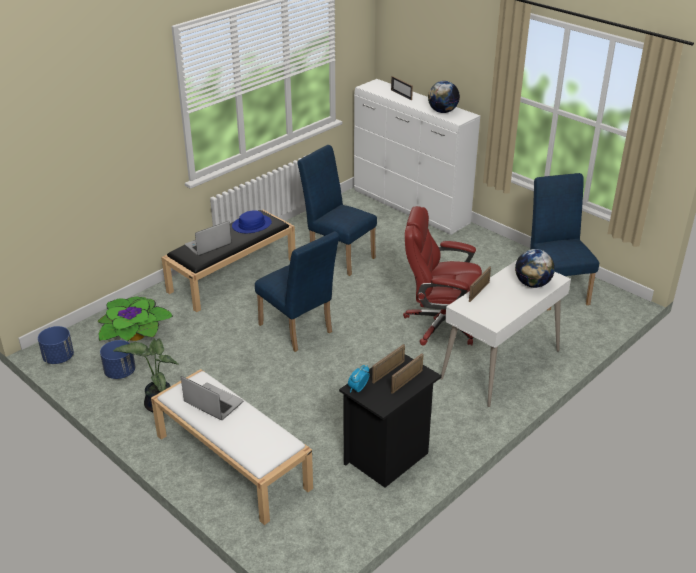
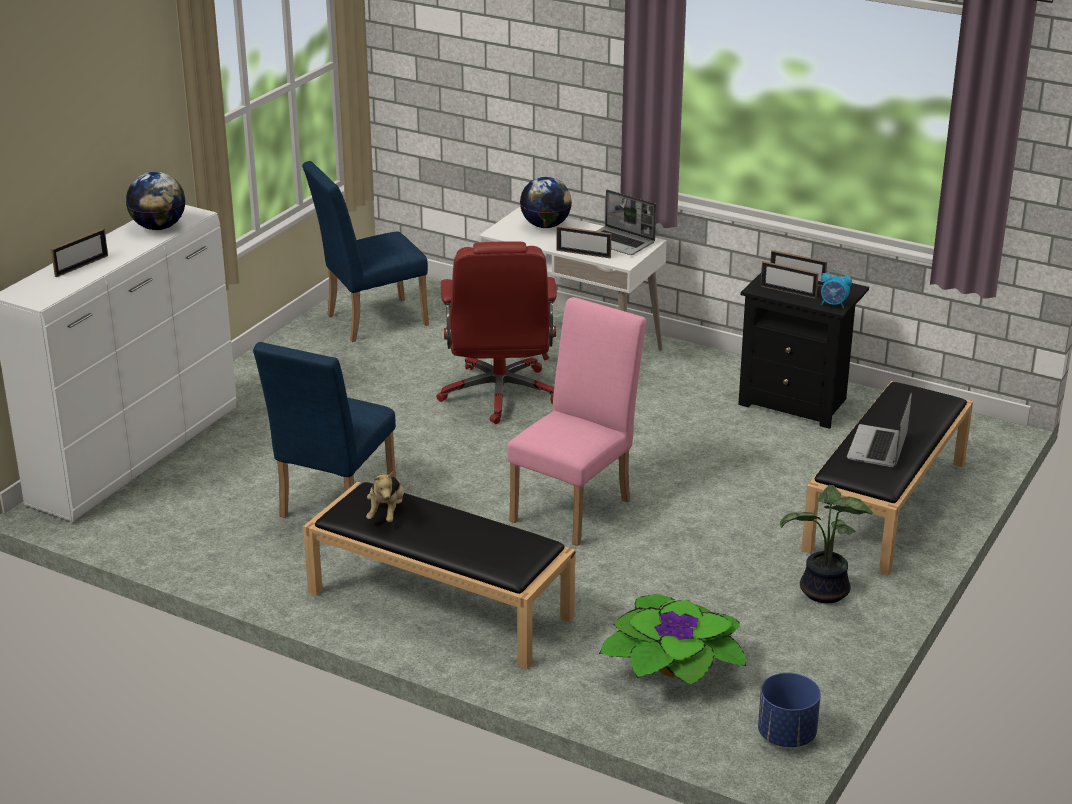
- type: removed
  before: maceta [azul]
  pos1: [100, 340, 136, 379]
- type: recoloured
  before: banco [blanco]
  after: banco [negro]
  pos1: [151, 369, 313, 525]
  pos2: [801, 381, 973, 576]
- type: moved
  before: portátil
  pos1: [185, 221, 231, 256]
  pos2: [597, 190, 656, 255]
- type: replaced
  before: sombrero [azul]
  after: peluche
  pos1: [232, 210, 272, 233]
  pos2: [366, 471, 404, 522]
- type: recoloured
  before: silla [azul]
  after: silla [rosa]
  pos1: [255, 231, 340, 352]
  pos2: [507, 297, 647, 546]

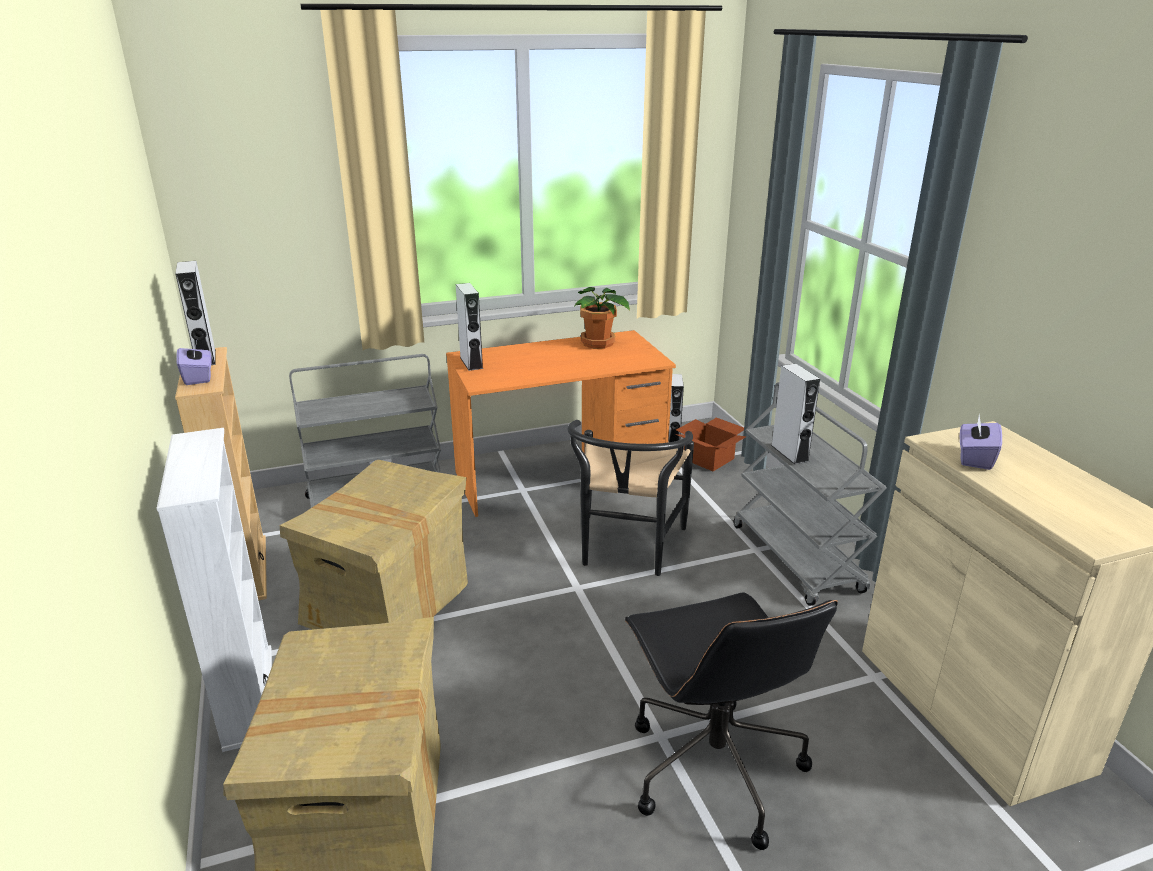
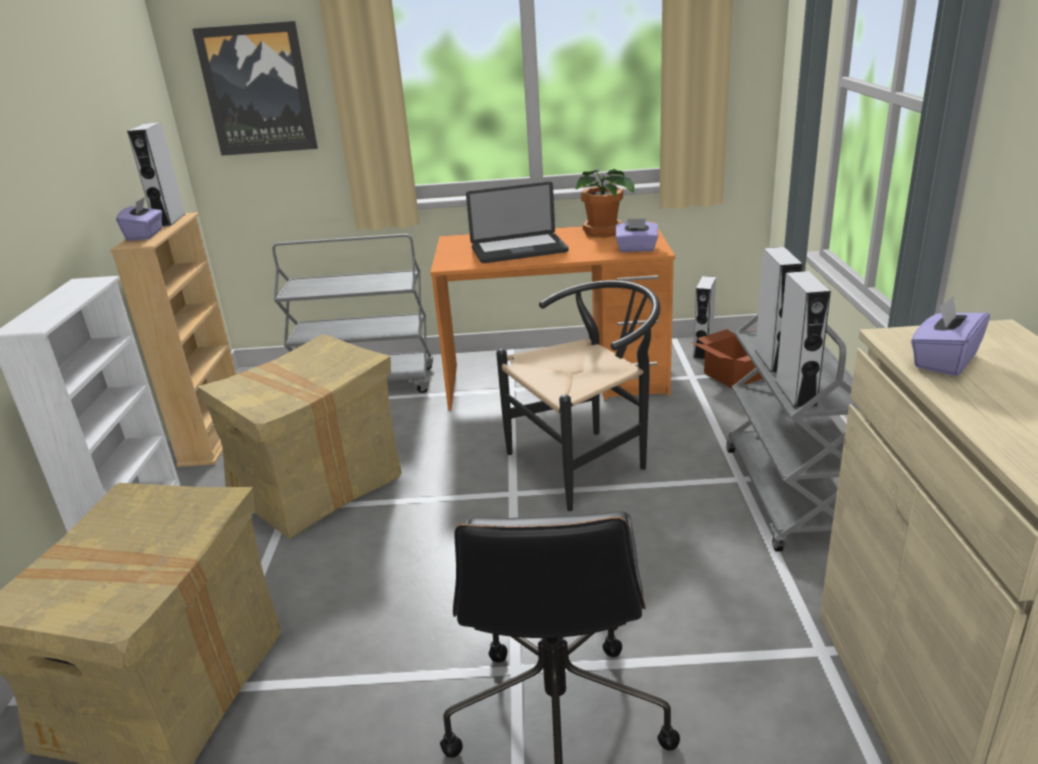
- type: moved
  before: altavoz [gris]
  pos1: [456, 283, 483, 371]
  pos2: [776, 271, 831, 409]
- type: turned
  before: silla [negro]
  pos1: [567, 420, 694, 576]
  pos2: [496, 280, 661, 511]
  turn: -150
- type: added
  after: cuadro
  pos2: [192, 21, 318, 156]
- type: added
  after: portátil
  pos2: [466, 182, 569, 263]
- type: added
  after: caja de pañuelos [morado]
  pos2: [616, 218, 658, 252]

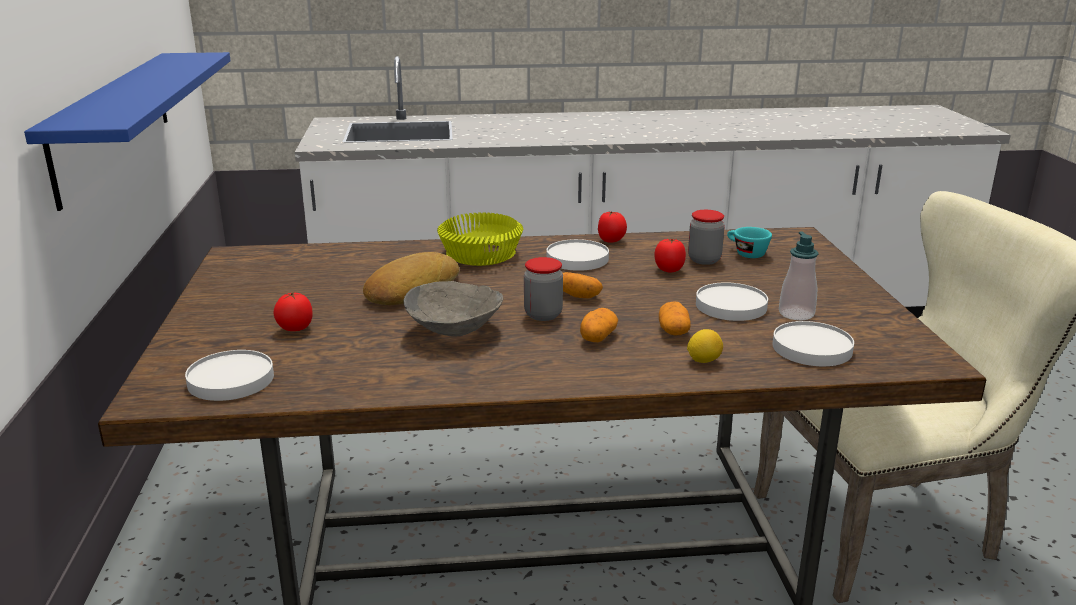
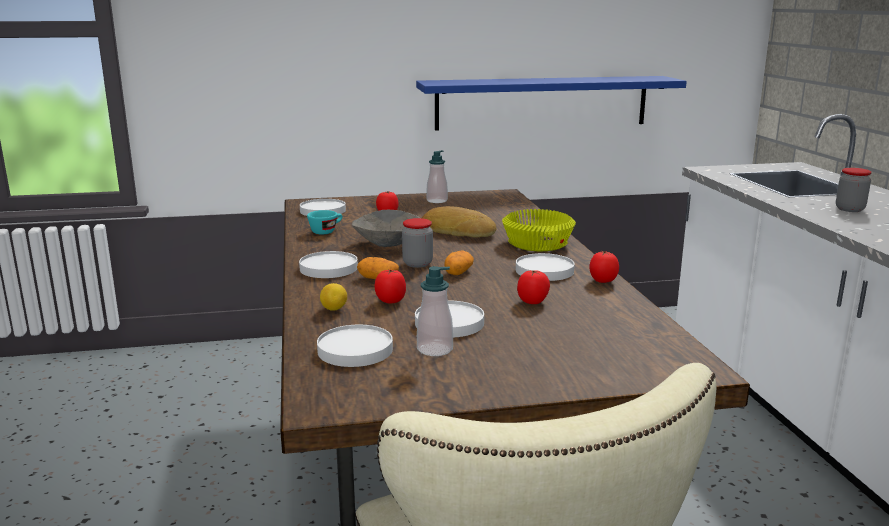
- type: replaced
  before: patata
  after: tomate
  pos1: [659, 302, 691, 335]
  pos2: [374, 269, 406, 304]
- type: moved
  before: tarro
  pos1: [688, 210, 725, 265]
  pos2: [836, 168, 872, 212]
- type: moved
  before: taza [turquesa]
  pos1: [727, 227, 772, 258]
  pos2: [307, 210, 343, 234]
- type: added
  after: plato [blanco]
  pos2: [299, 251, 358, 278]
- type: added
  after: dispensador de jabón
  pos2: [426, 150, 448, 203]

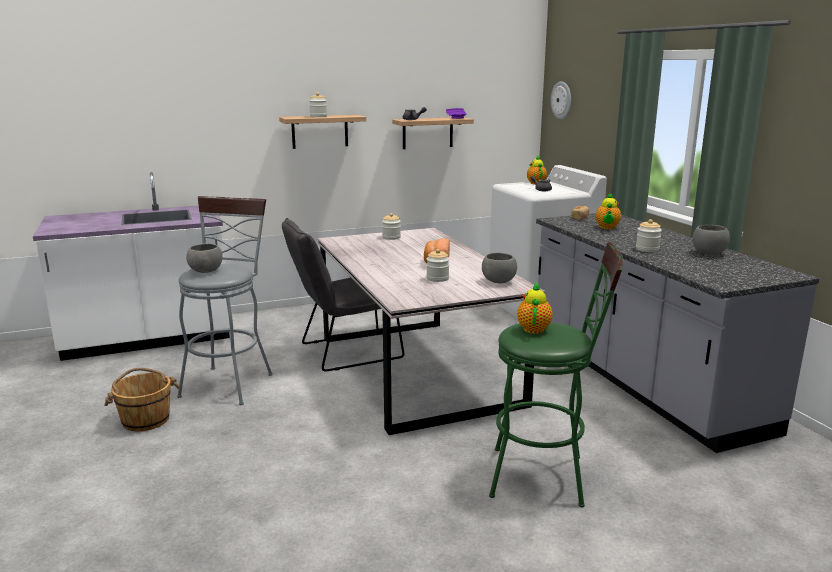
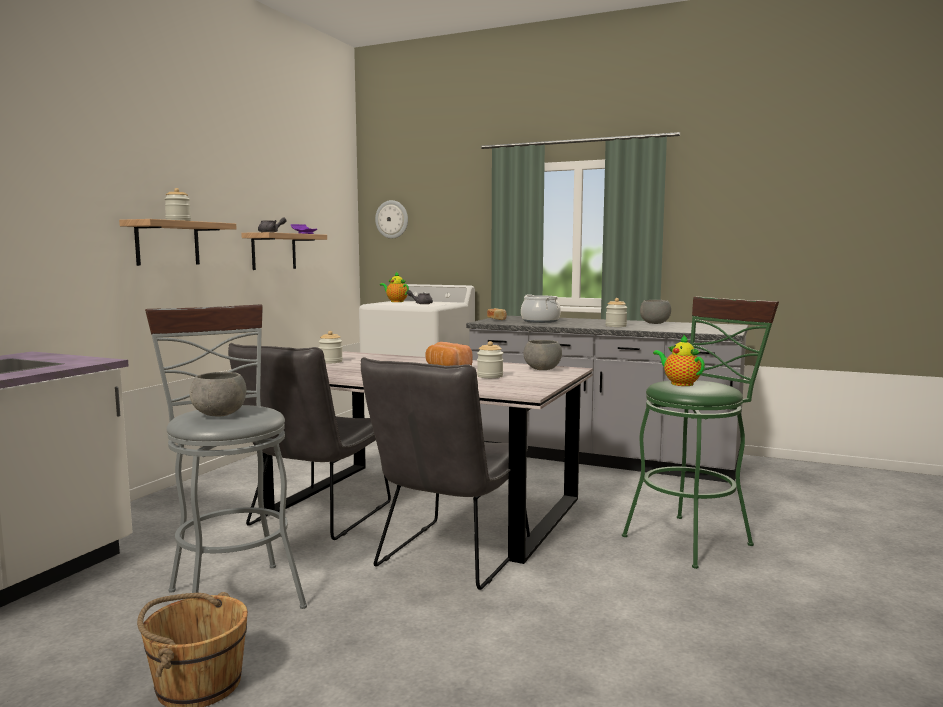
- type: replaced
  before: tetera
  after: olla
  pos1: [596, 193, 621, 229]
  pos2: [521, 294, 561, 323]
- type: added
  after: silla [gris]
  pos2: [361, 357, 530, 590]

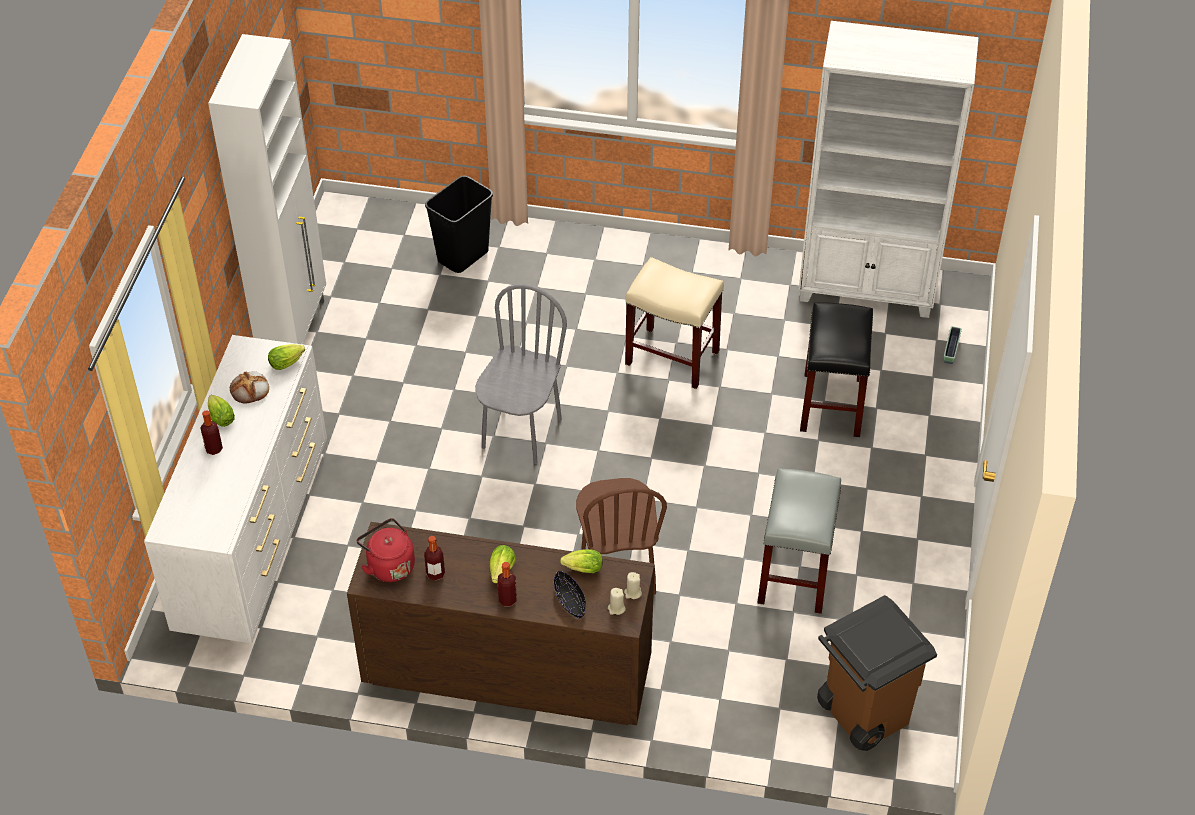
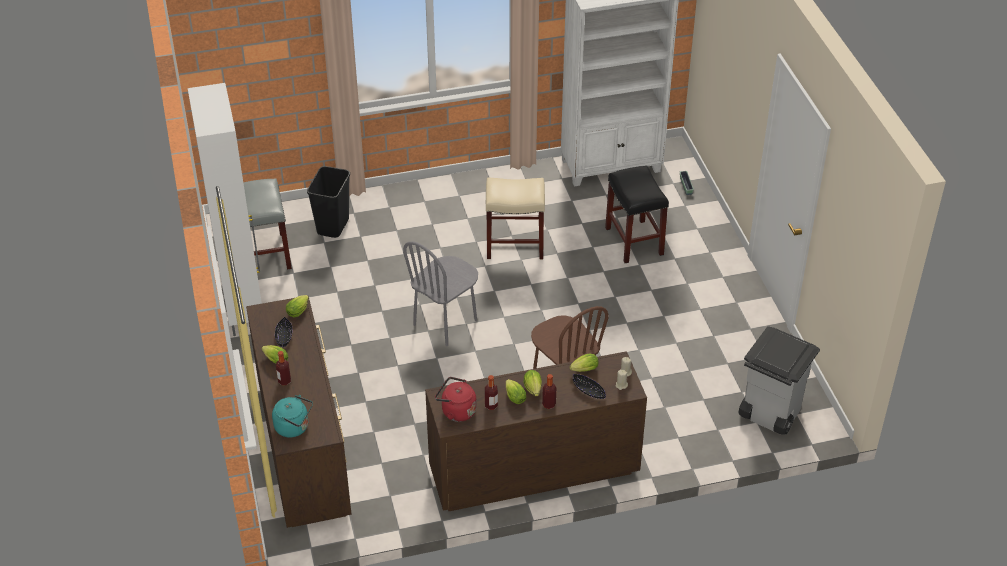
- type: recoloured
  before: cómoda [blanco]
  after: cómoda [marrón]
  pos1: [144, 335, 327, 643]
  pos2: [246, 296, 351, 528]
- type: replaced
  before: pan
  after: cuenco [negro]
  pos1: [230, 371, 269, 404]
  pos2: [275, 317, 292, 347]
- type: turned
  before: silla [gris]
  pos1: [475, 284, 567, 464]
  pos2: [403, 241, 478, 346]
  turn: -135
- type: moved
  before: taburete [gris]
  pos1: [757, 468, 841, 614]
  pos2: [243, 178, 292, 270]
- type: recoloured
  before: papelera [marrón]
  after: papelera [gris]
  pos1: [817, 595, 937, 751]
  pos2: [738, 326, 820, 435]
- type: added
  after: hervidor [turquesa]
  pos2: [272, 395, 313, 438]
- type: added
  after: lechuga
  pos2: [506, 379, 526, 404]

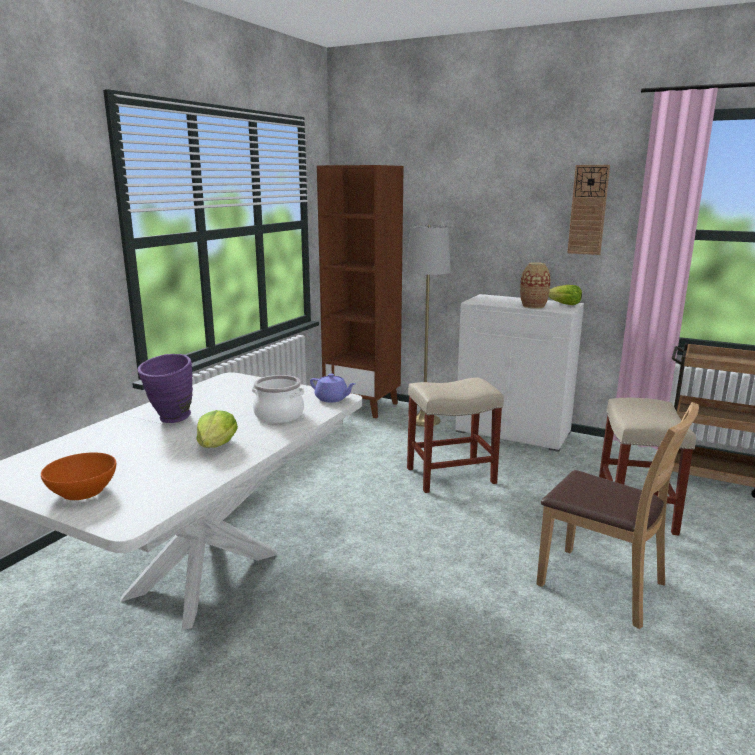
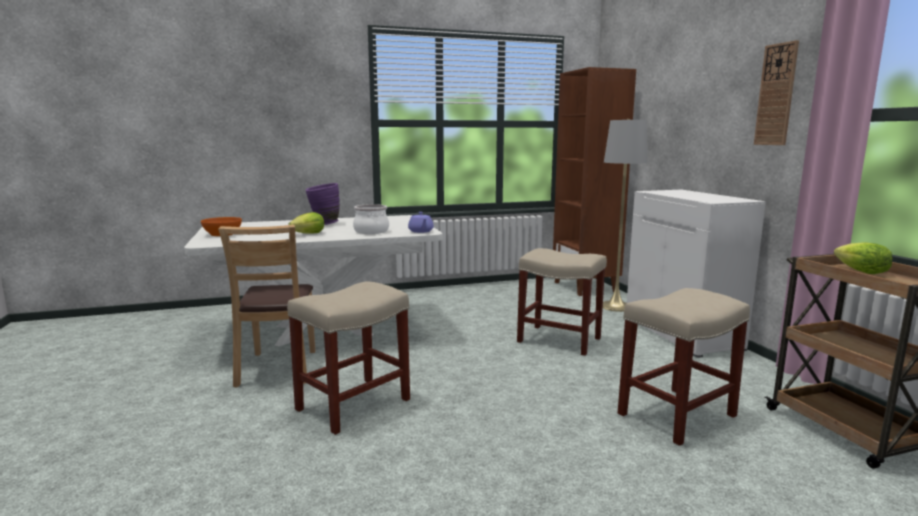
- type: removed
  before: florero
  pos1: [520, 262, 551, 308]
- type: moved
  before: silla [marrón]
  pos1: [536, 402, 699, 629]
  pos2: [218, 225, 315, 387]
- type: moved
  before: lechuga
  pos1: [548, 285, 582, 305]
  pos2: [834, 242, 892, 274]
- type: added
  after: taburete [beis]
  pos2: [287, 282, 410, 435]

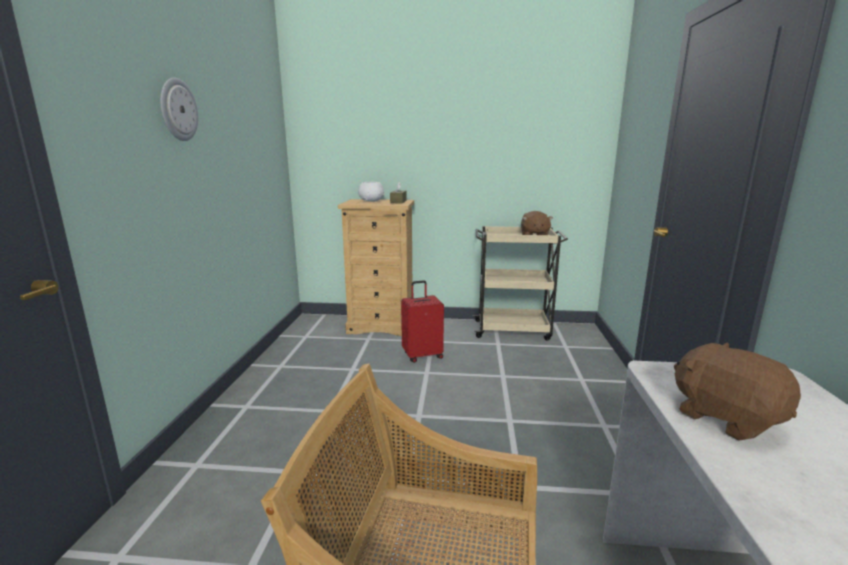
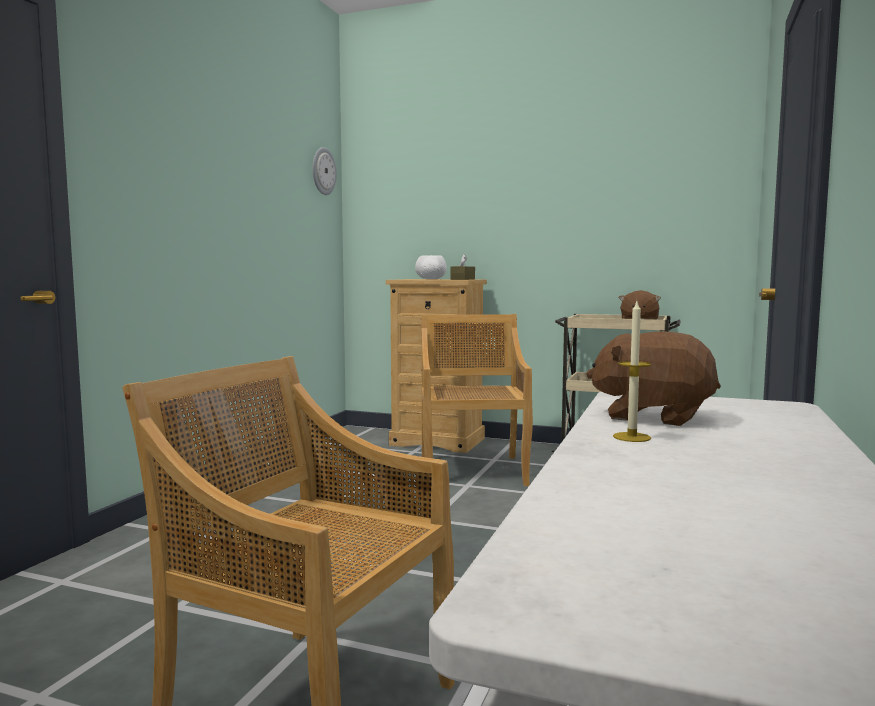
- type: moved
  before: reloj de pared
  pos1: [160, 78, 198, 141]
  pos2: [313, 147, 337, 195]
- type: replaced
  before: maleta [rojo]
  after: silla [beis]
  pos1: [401, 280, 444, 363]
  pos2: [421, 314, 533, 486]
- type: turned
  before: peluche [marrón]
  pos1: [674, 342, 801, 440]
  pos2: [587, 331, 720, 426]
  turn: -45
- type: added
  after: vela
  pos2: [613, 302, 651, 442]

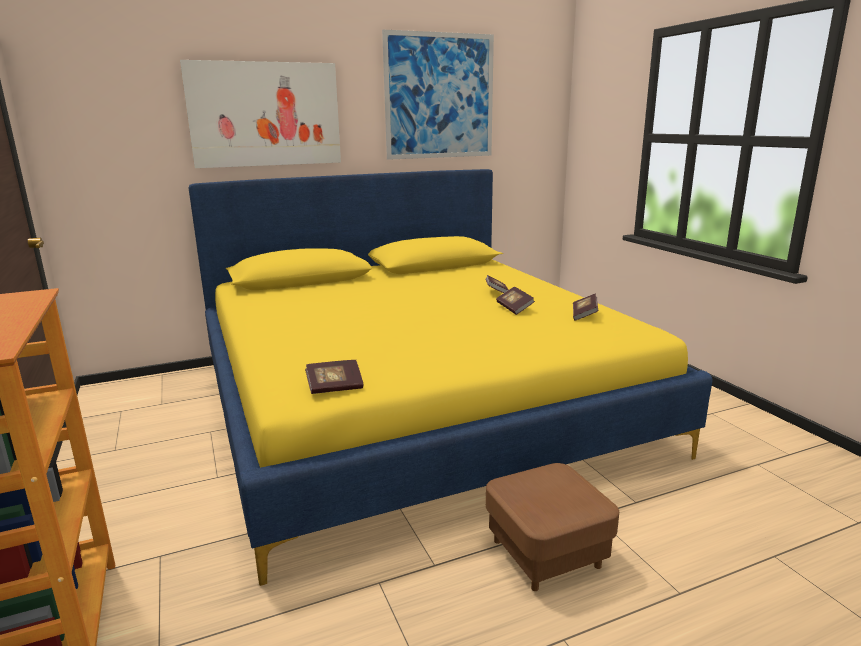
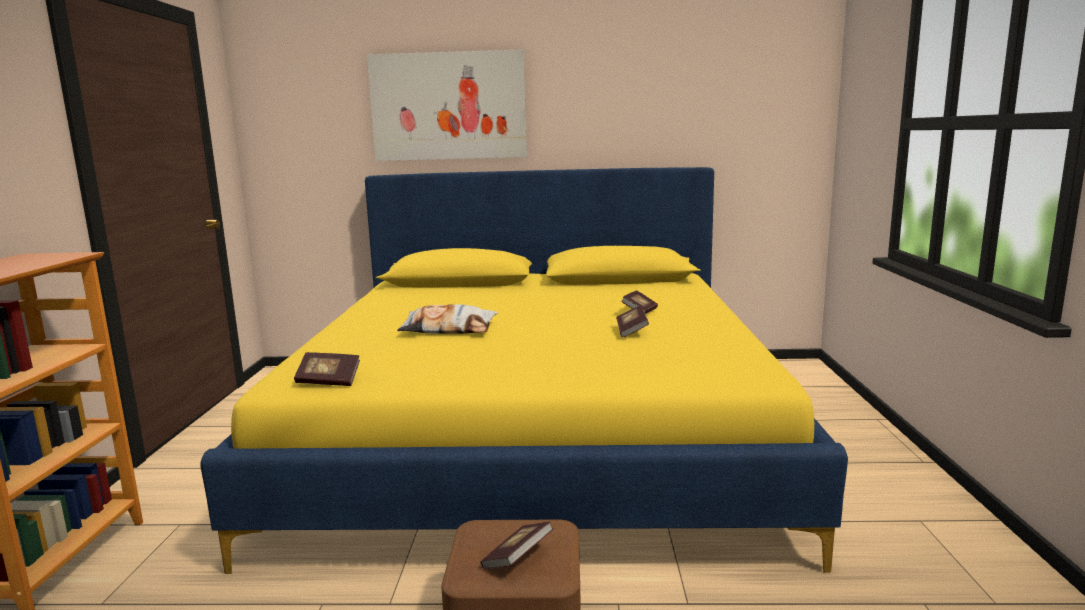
- type: removed
  before: cuadro
  pos1: [382, 30, 494, 160]
- type: moved
  before: libro
  pos1: [573, 293, 598, 320]
  pos2: [481, 521, 554, 569]
- type: added
  after: cojín
  pos2: [397, 304, 498, 334]

